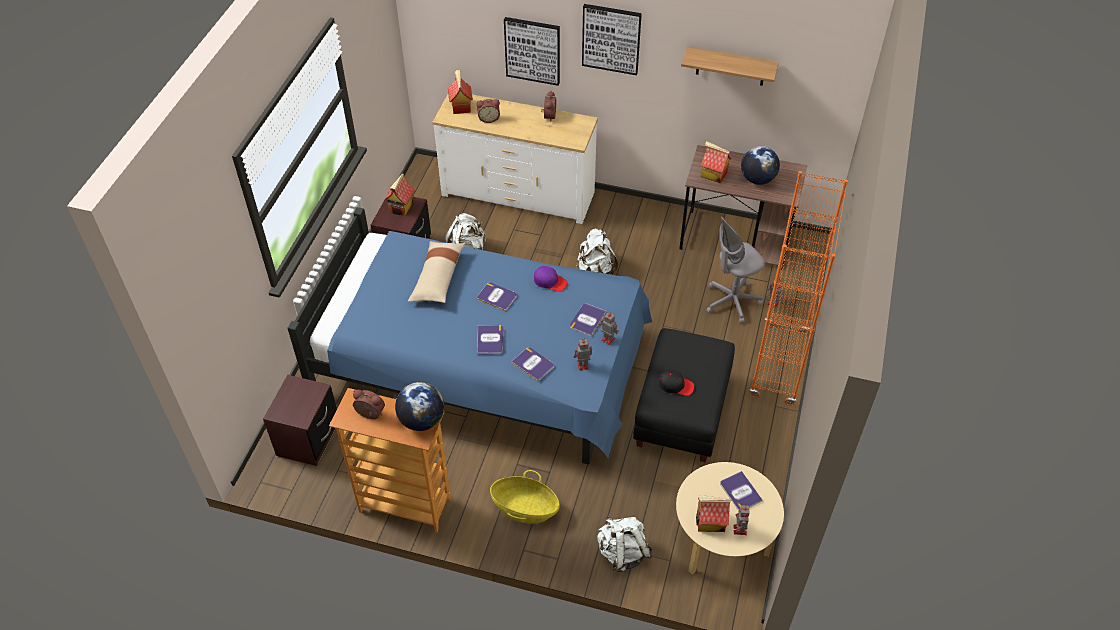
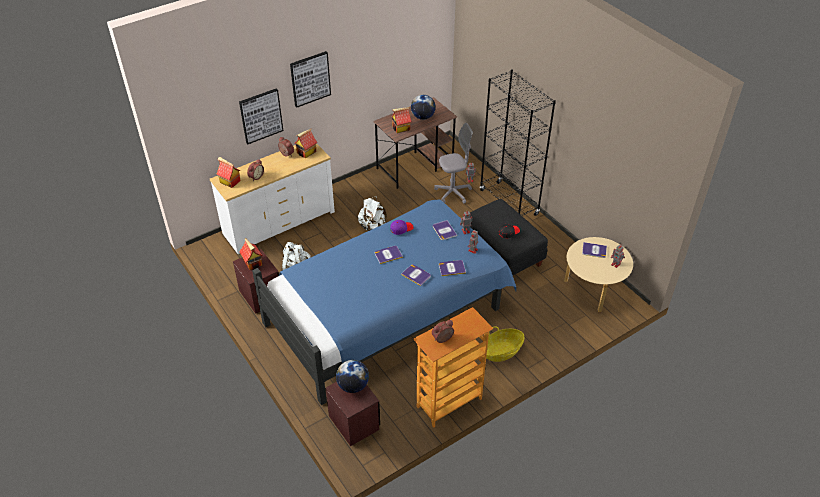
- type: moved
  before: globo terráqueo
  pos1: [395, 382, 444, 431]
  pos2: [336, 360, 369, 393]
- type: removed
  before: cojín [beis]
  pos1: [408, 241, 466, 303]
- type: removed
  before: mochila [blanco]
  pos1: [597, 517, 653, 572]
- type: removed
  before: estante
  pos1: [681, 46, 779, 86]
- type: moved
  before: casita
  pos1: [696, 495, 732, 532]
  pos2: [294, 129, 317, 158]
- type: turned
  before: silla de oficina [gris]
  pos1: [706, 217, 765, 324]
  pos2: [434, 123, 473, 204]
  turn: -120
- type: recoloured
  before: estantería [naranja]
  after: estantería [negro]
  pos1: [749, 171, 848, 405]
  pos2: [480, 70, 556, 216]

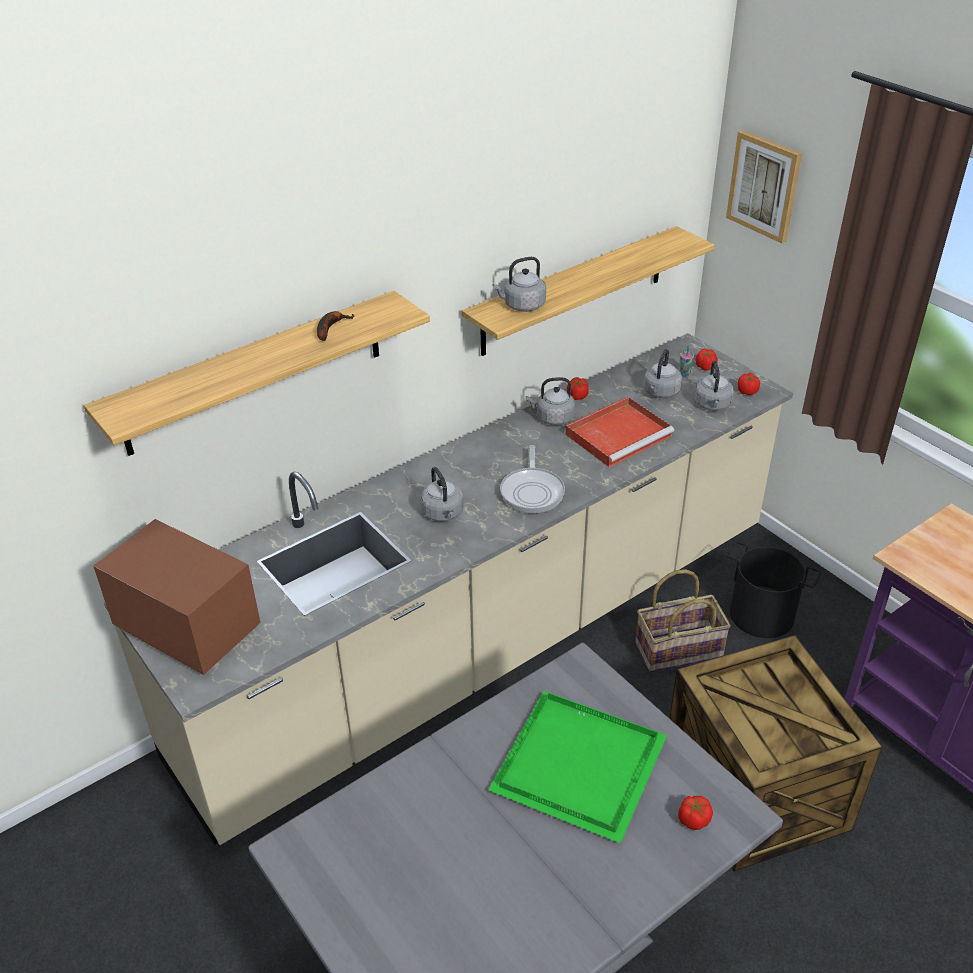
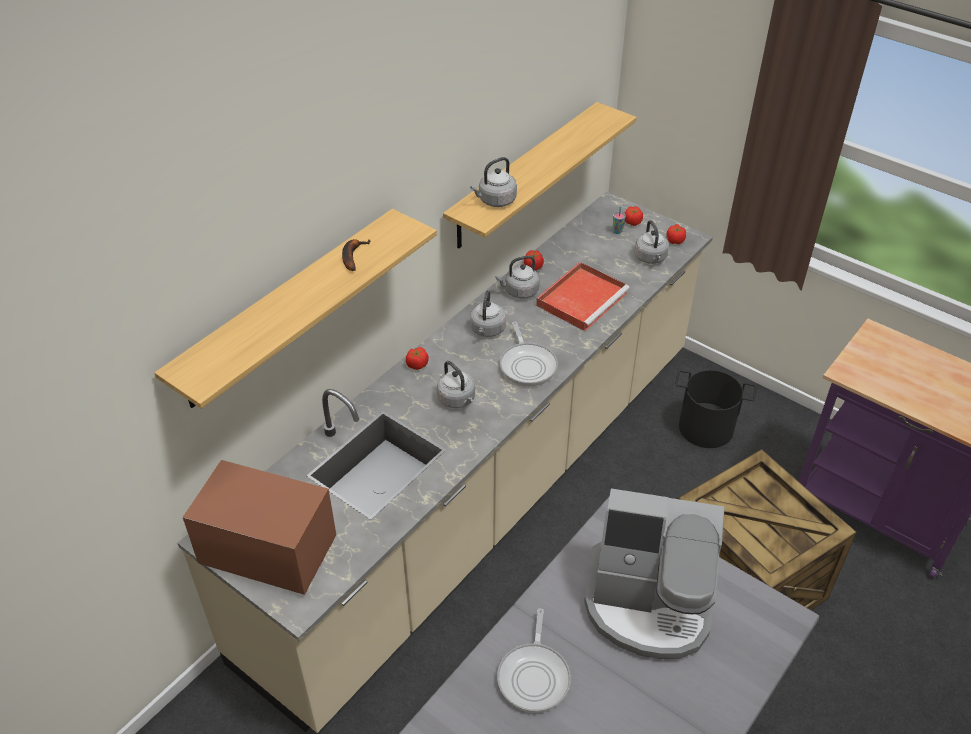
- type: replaced
  before: bandeja [verde]
  after: cafetera
  pos1: [488, 691, 667, 844]
  pos2: [584, 489, 725, 659]
- type: removed
  before: cesta
  pos1: [635, 569, 731, 673]
- type: moved
  before: hervidor [gris]
  pos1: [644, 349, 682, 398]
  pos2: [470, 290, 506, 337]
- type: moved
  before: tomate
  pos1: [678, 796, 713, 830]
  pos2: [406, 347, 429, 370]
- type: removed
  before: cuadro
  pos1: [726, 130, 802, 244]
- type: added
  after: sartén
  pos2: [497, 608, 571, 713]

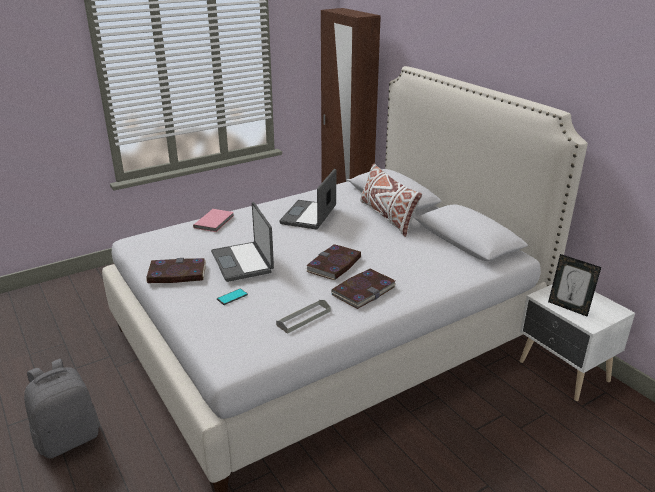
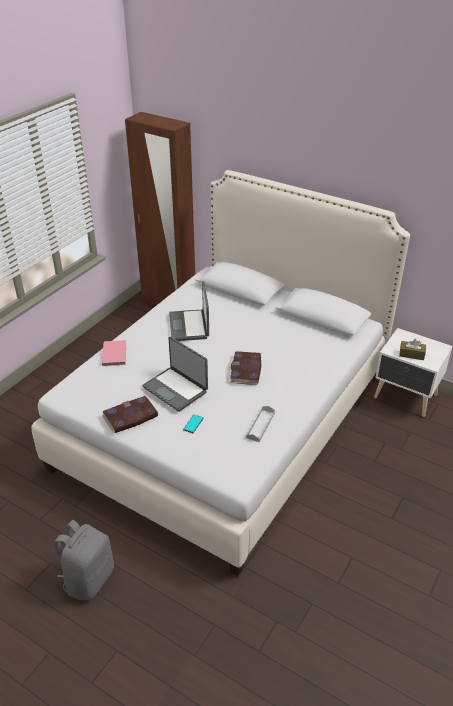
- type: removed
  before: libro
  pos1: [331, 269, 395, 309]
- type: removed
  before: cojín [blanco]
  pos1: [360, 163, 422, 237]
- type: replaced
  before: portarretratos
  after: caja de pañuelos [marrón]
  pos1: [548, 254, 601, 317]
  pos2: [399, 339, 426, 360]

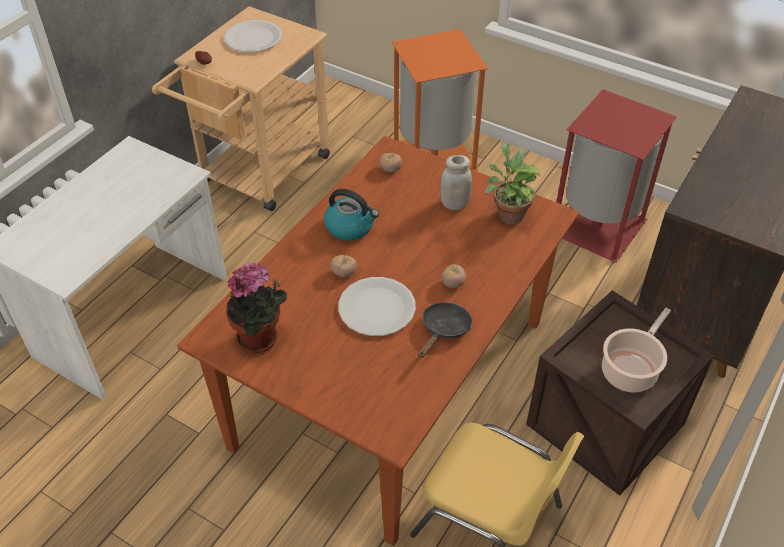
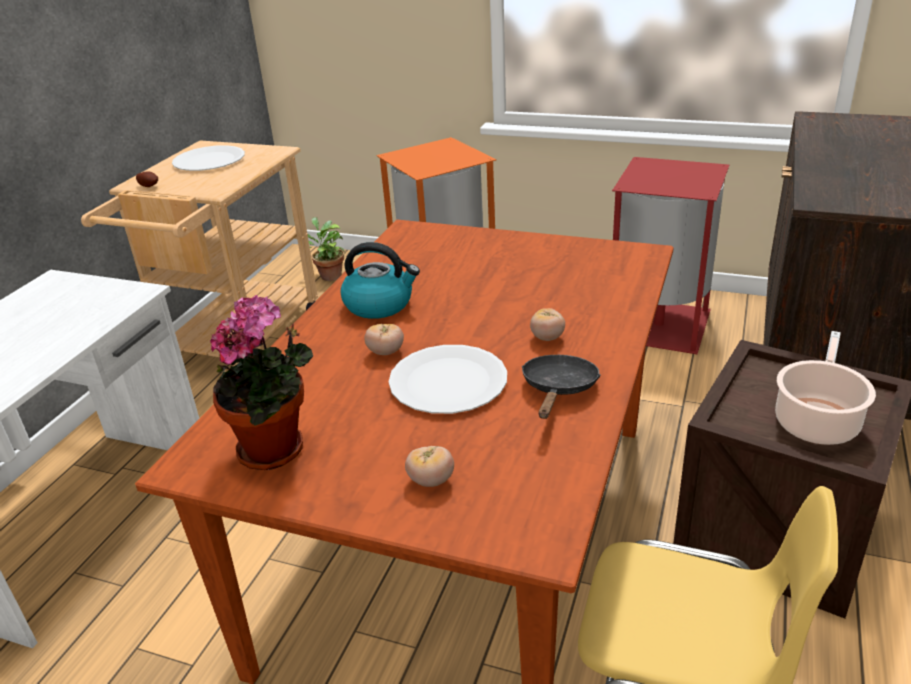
- type: moved
  before: tomate
  pos1: [379, 153, 402, 172]
  pos2: [405, 446, 454, 487]
- type: removed
  before: tarro [blanco]
  pos1: [440, 155, 472, 210]
- type: moved
  before: planta en maceta
  pos1: [485, 142, 540, 225]
  pos2: [308, 217, 346, 281]

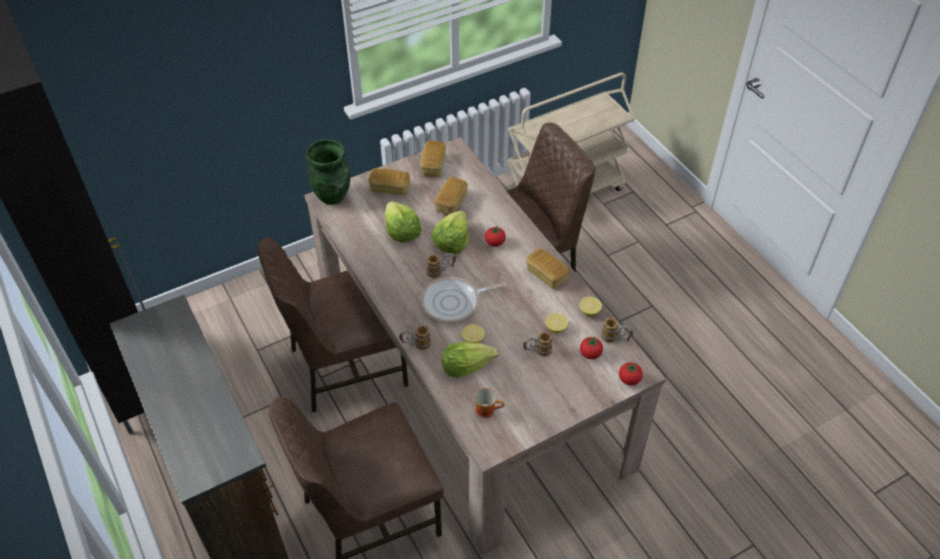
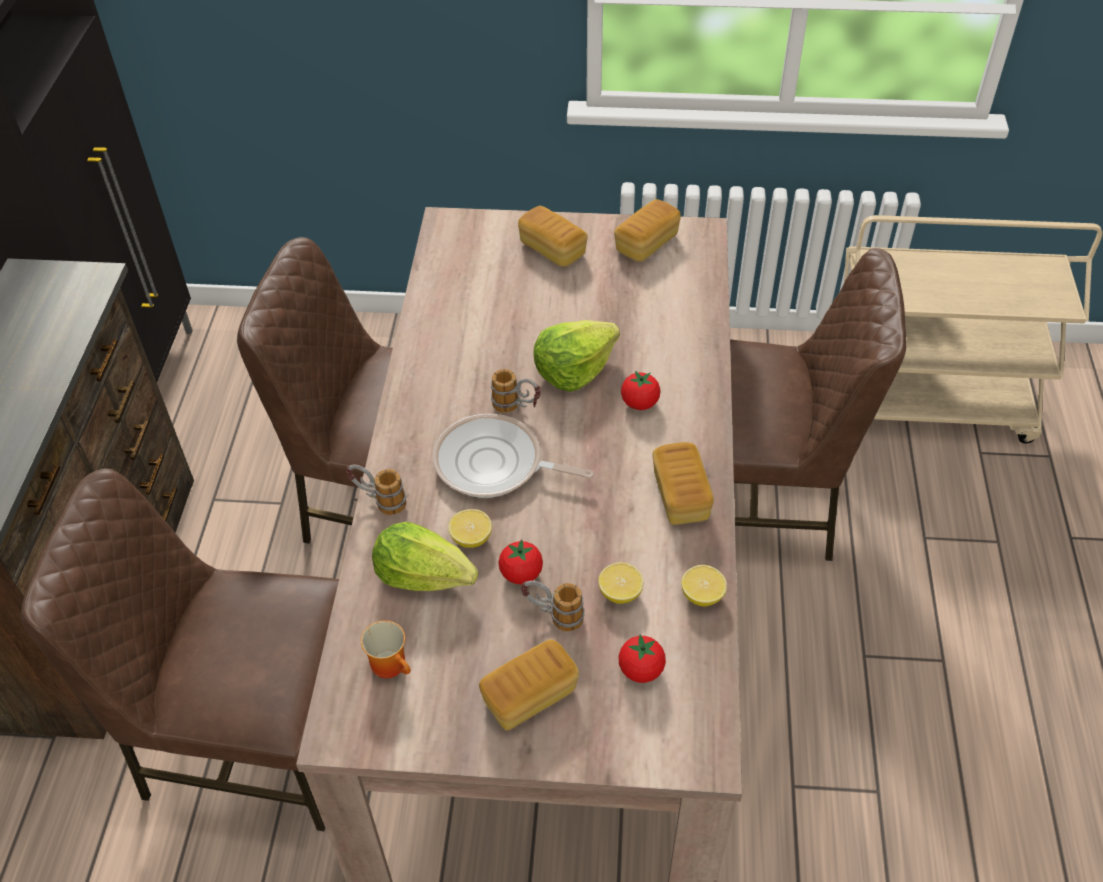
- type: removed
  before: florero [verde]
  pos1: [306, 139, 350, 205]
- type: removed
  before: lechuga
  pos1: [385, 201, 422, 243]
- type: moved
  before: pan
  pos1: [435, 177, 468, 215]
  pos2: [479, 639, 579, 731]
- type: removed
  before: taza grande
  pos1: [601, 318, 633, 342]
- type: moved
  before: tomate
  pos1: [619, 362, 643, 385]
  pos2: [499, 539, 543, 584]

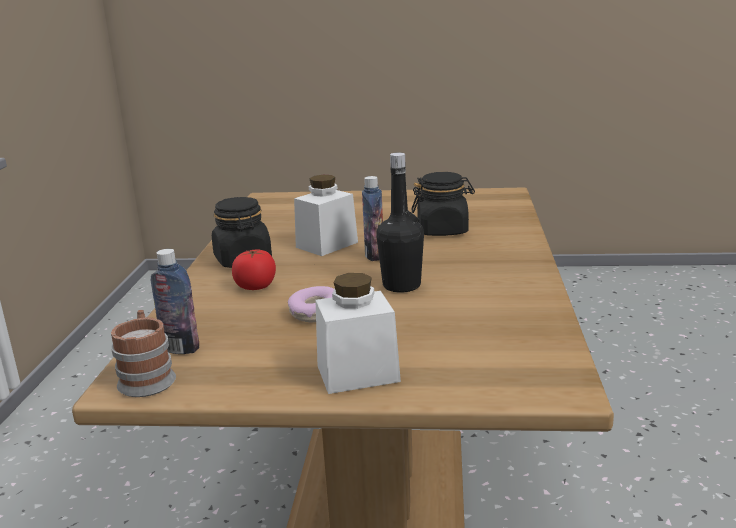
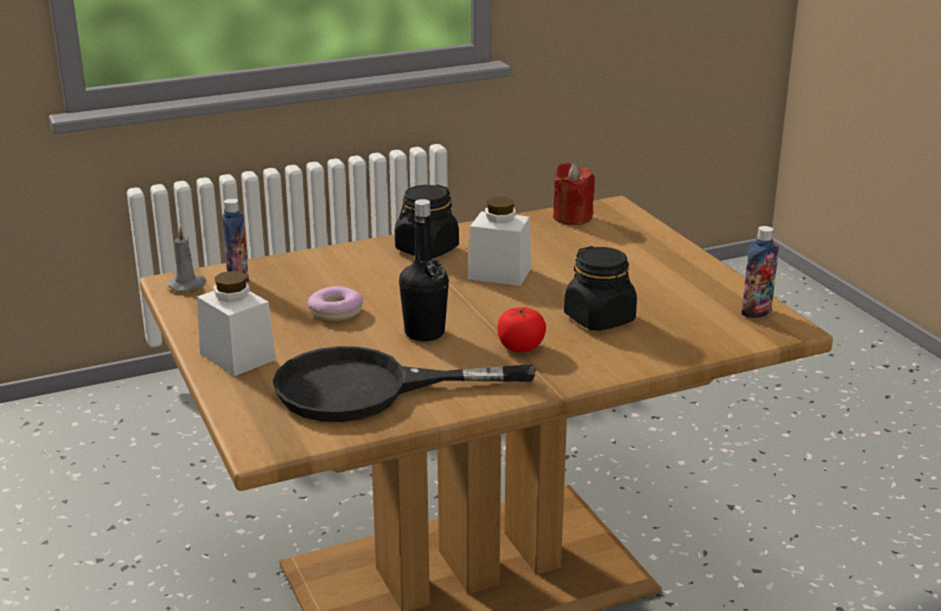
- type: replaced
  before: taza grande
  after: vela [gris]
  pos1: [111, 310, 176, 397]
  pos2: [168, 226, 207, 292]
- type: moved
  before: tomate
  pos1: [232, 249, 276, 290]
  pos2: [497, 307, 546, 352]
- type: moved
  before: botella
  pos1: [362, 176, 383, 261]
  pos2: [741, 226, 779, 318]
- type: added
  after: sartén [negro]
  pos2: [273, 346, 535, 422]
- type: added
  after: vela [rojo]
  pos2: [553, 162, 595, 225]

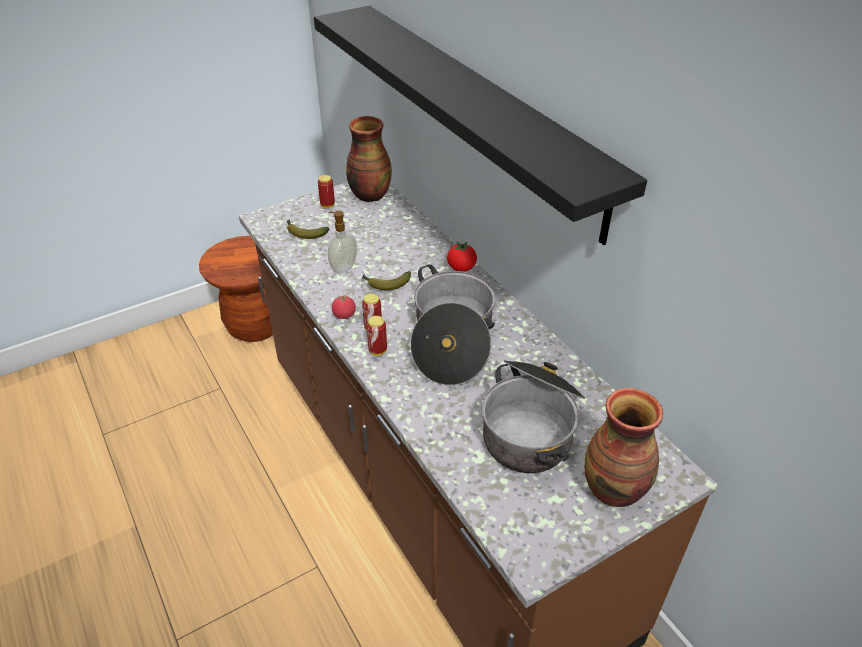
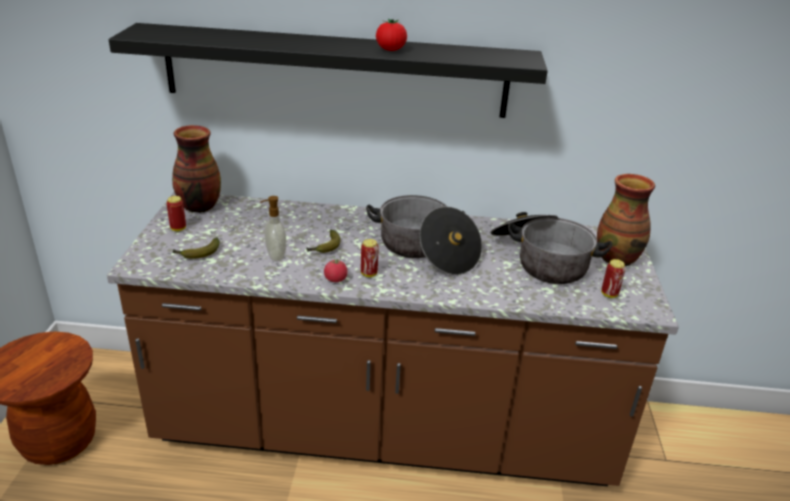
- type: moved
  before: lata
  pos1: [367, 316, 387, 356]
  pos2: [601, 259, 625, 298]
- type: moved
  before: tomate
  pos1: [447, 241, 477, 272]
  pos2: [376, 19, 407, 51]

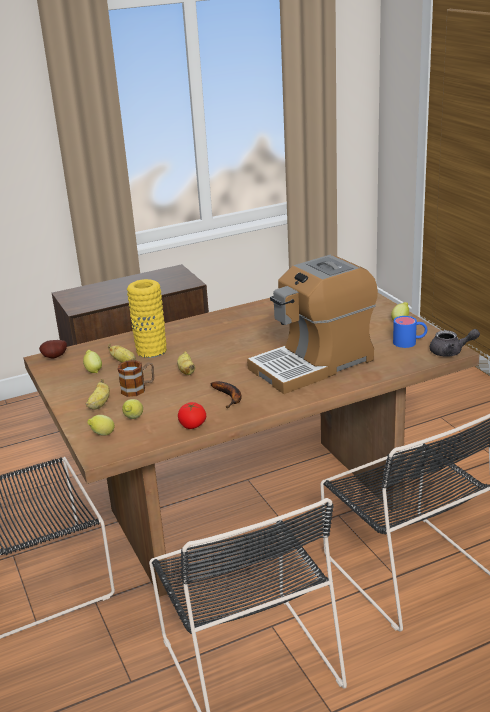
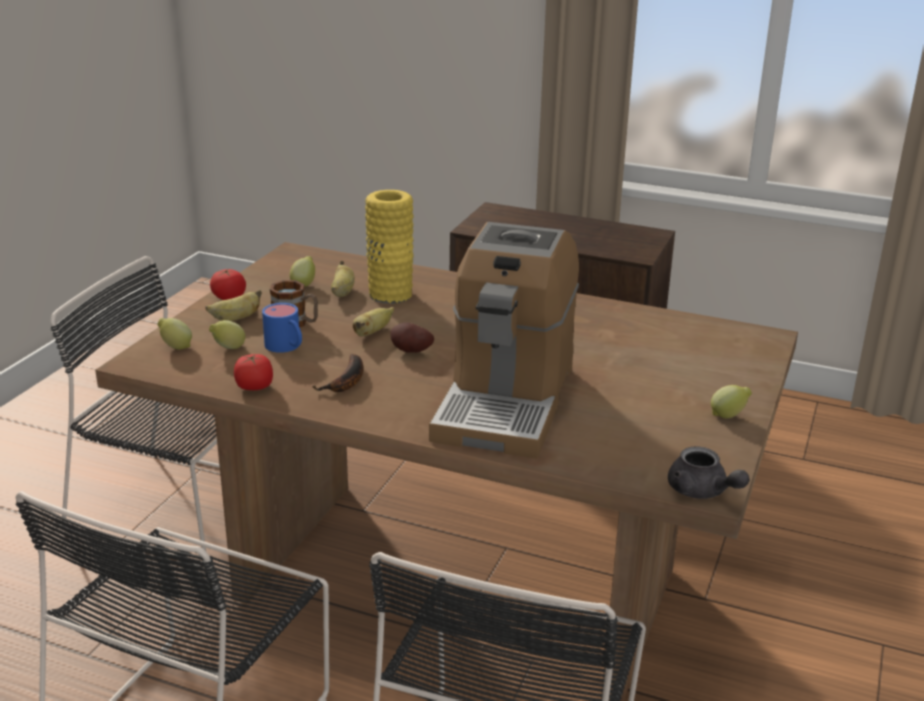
- type: moved
  before: patata
  pos1: [39, 340, 67, 358]
  pos2: [391, 322, 434, 353]
- type: turned
  before: cafetera
  pos1: [247, 255, 378, 394]
  pos2: [429, 222, 579, 459]
  turn: -90
- type: moved
  before: taza grande [azul]
  pos1: [393, 316, 427, 348]
  pos2: [262, 303, 302, 353]
- type: added
  after: tomate
  pos2: [210, 269, 246, 300]

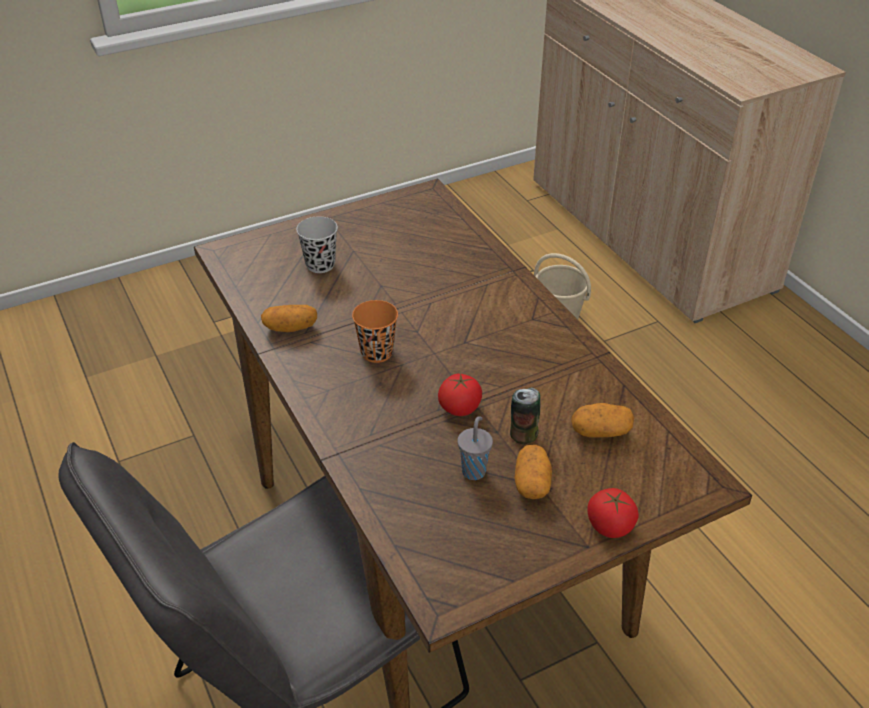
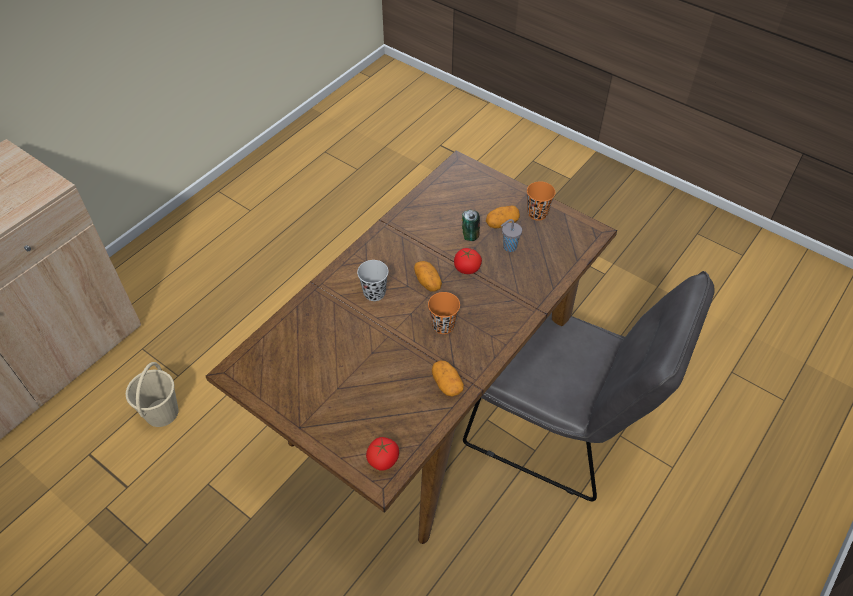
- type: moved
  before: taza [negro]
  pos1: [296, 216, 338, 273]
  pos2: [357, 260, 388, 301]
- type: moved
  before: patata
  pos1: [571, 403, 634, 438]
  pos2: [414, 261, 442, 292]
- type: moved
  before: tomate
  pos1: [587, 488, 639, 538]
  pos2: [366, 437, 399, 471]
- type: added
  after: taza [naranja]
  pos2: [527, 181, 555, 221]

